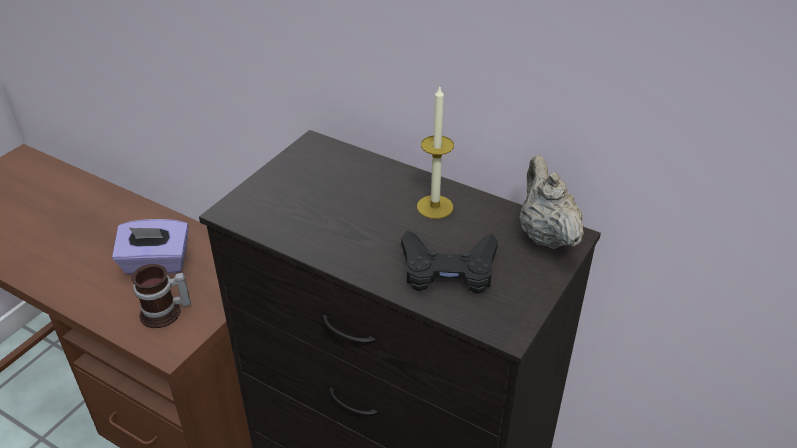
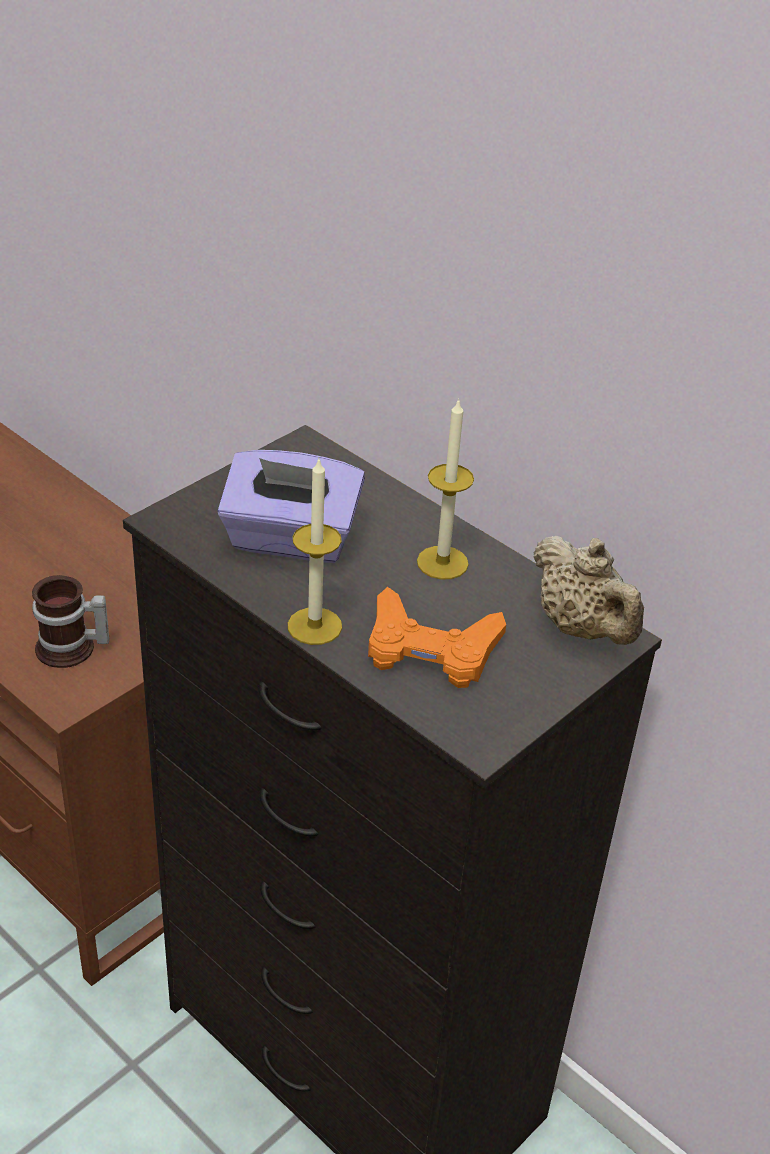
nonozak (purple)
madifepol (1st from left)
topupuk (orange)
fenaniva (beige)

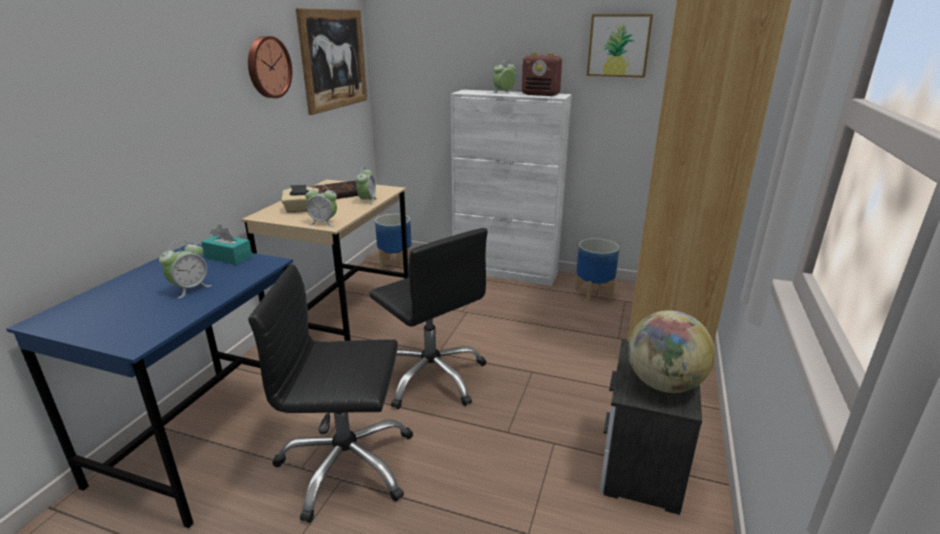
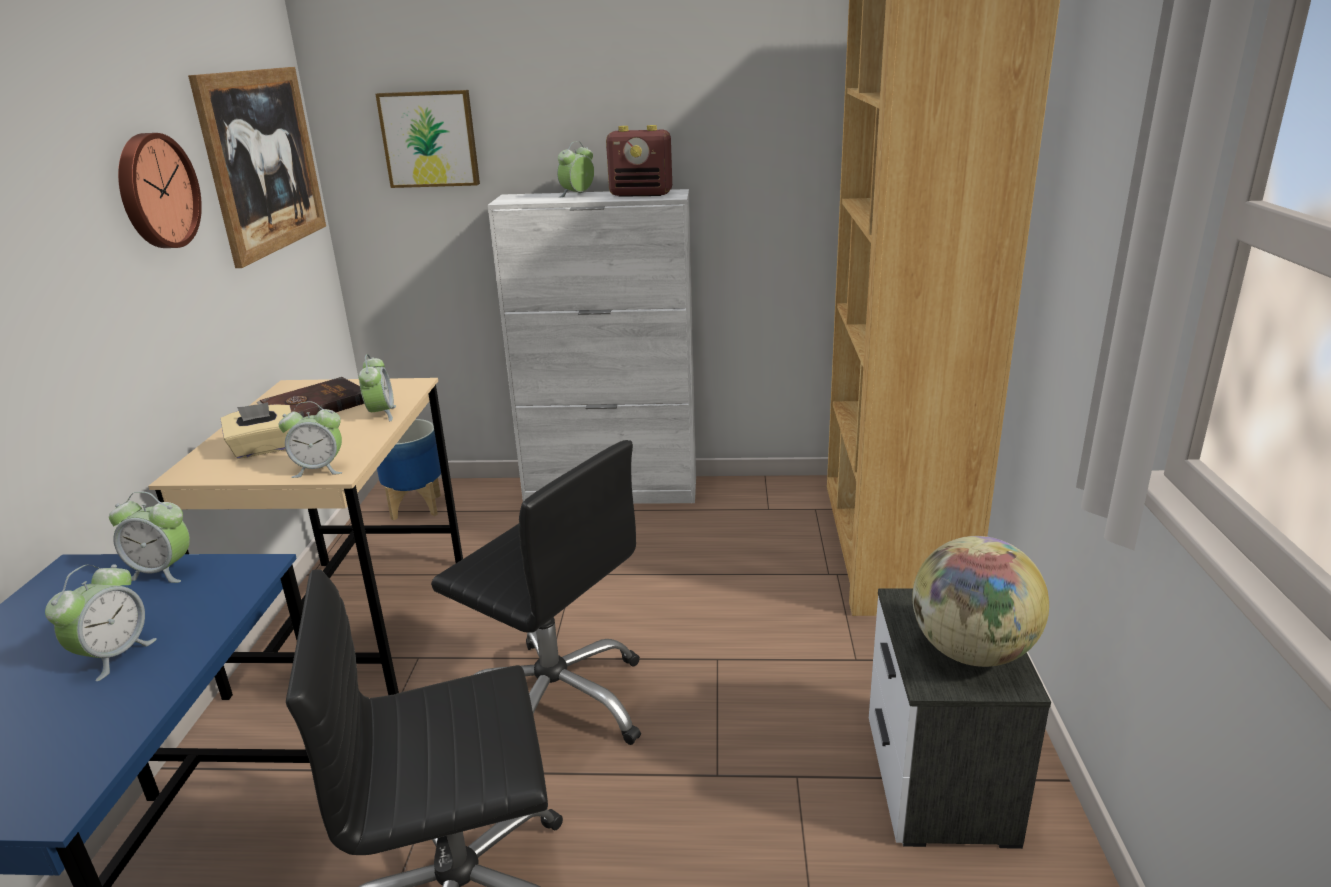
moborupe (2nd from left)
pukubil (2nd from left)
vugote (2nd from left in the first image)

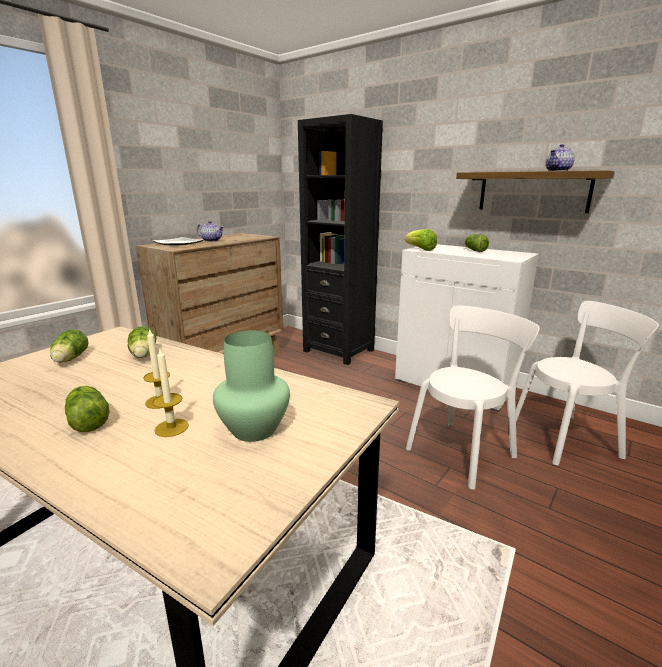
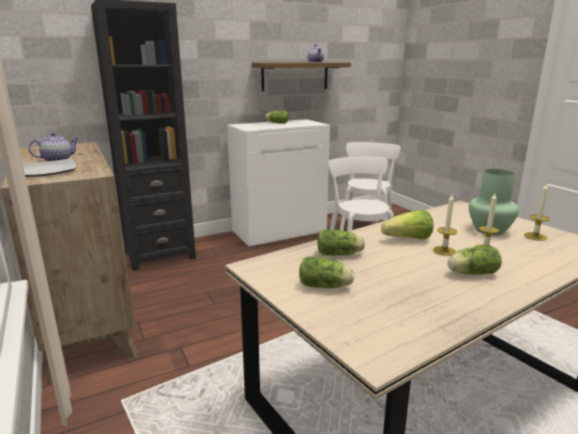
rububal (4th from left)
madifepol (3rd from left)

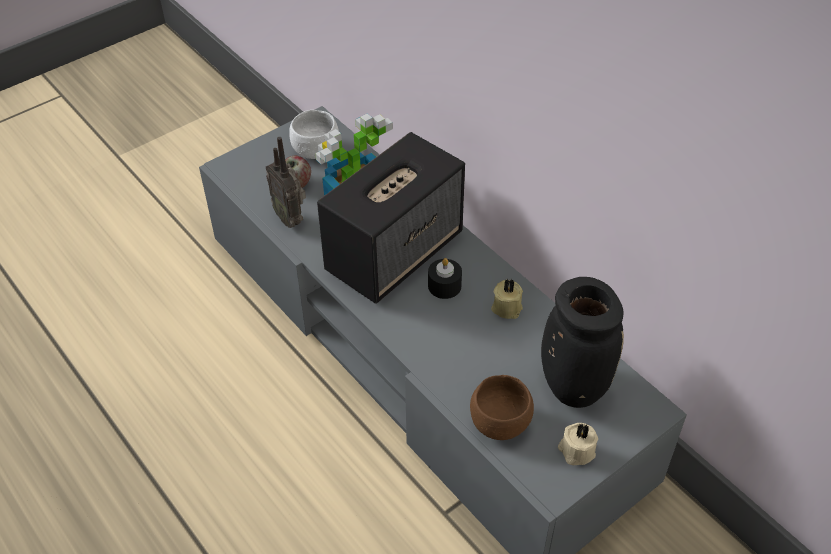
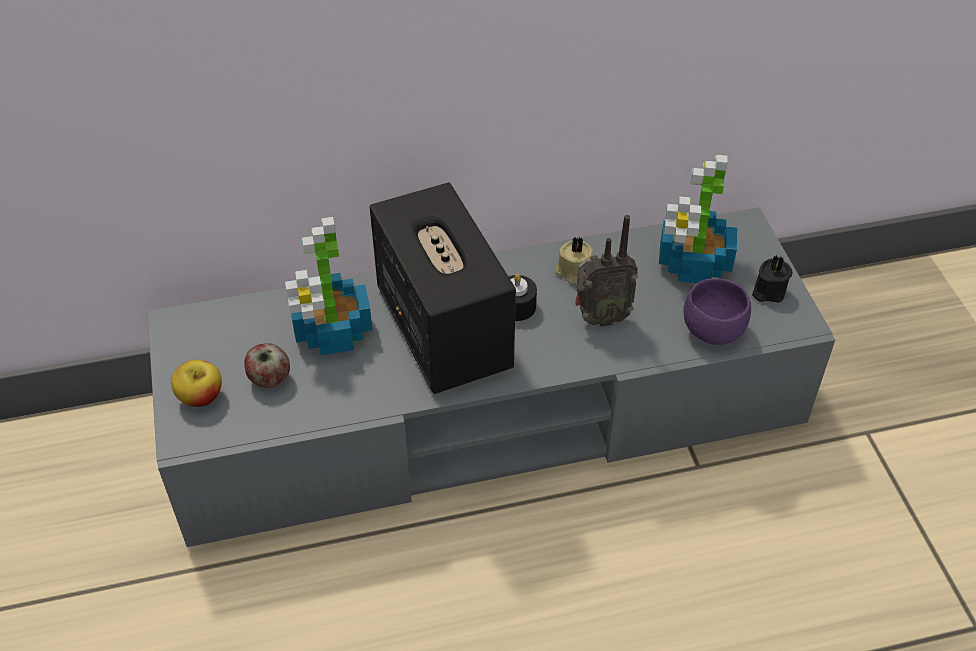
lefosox (1st from left)
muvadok
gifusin (2nd from left)
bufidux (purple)
madifepol (black) (2nd from left)
bufidux (white)

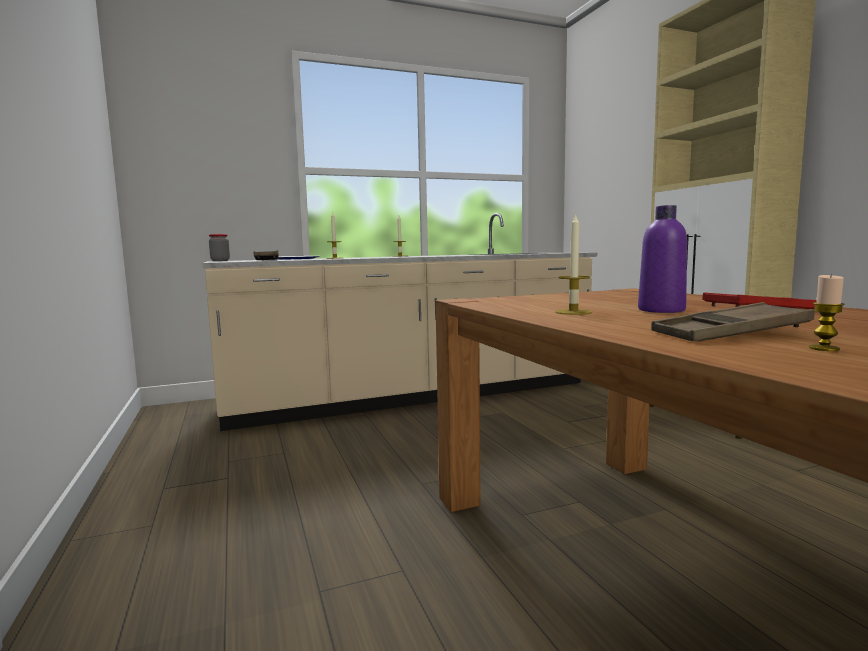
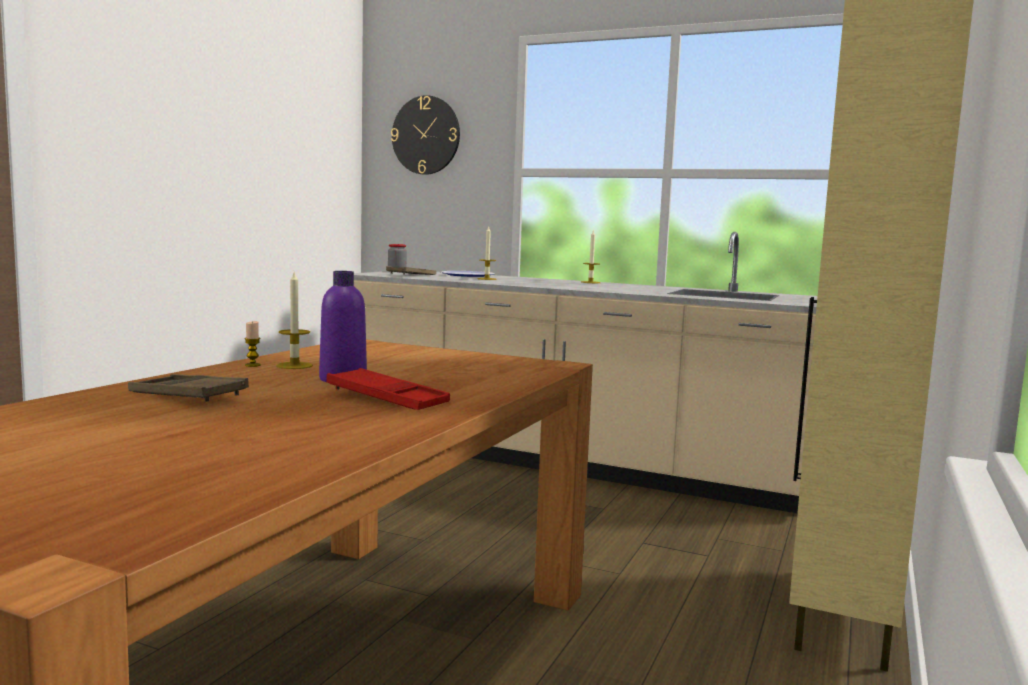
madifepol (1st from left)
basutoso

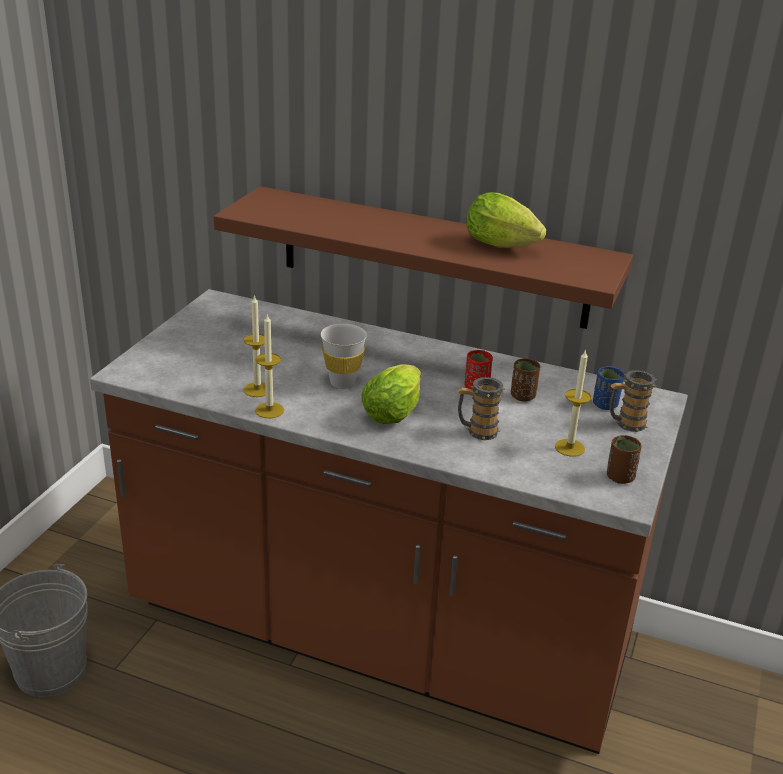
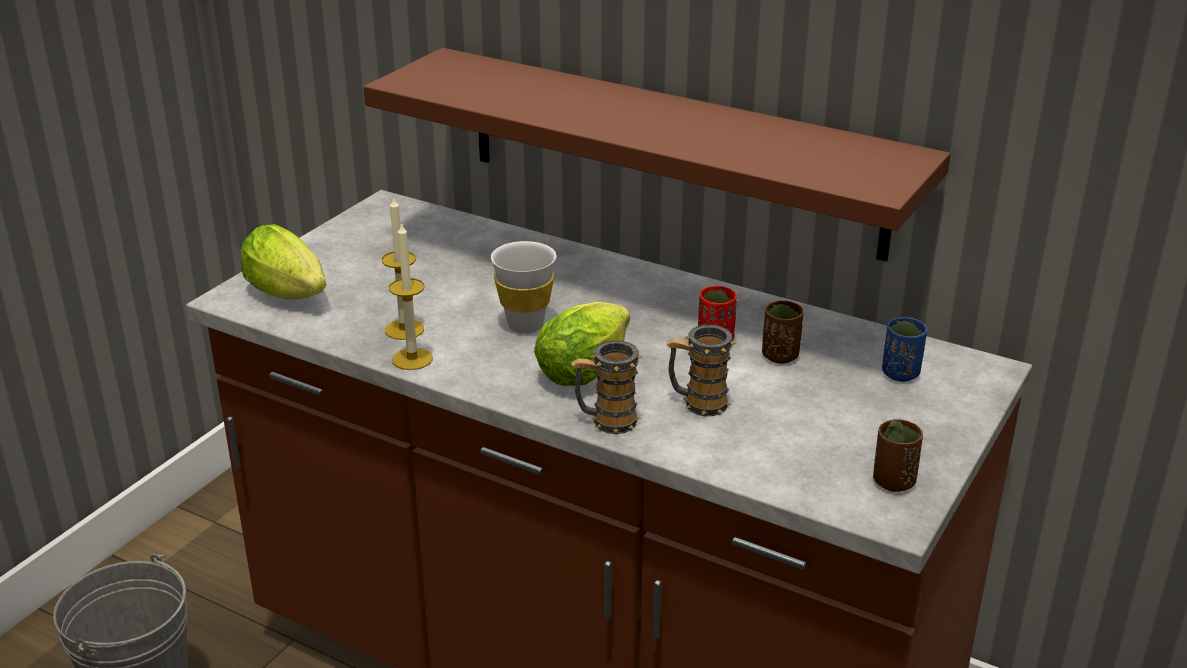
rububal (1st from left)
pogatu (1st from left)
madifepol (3rd from left in the first image)

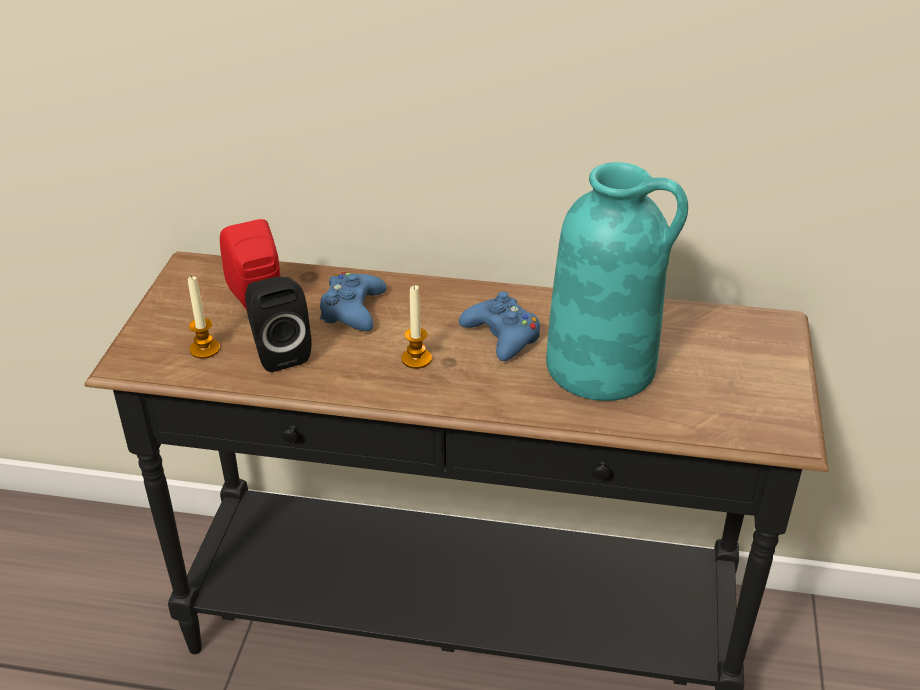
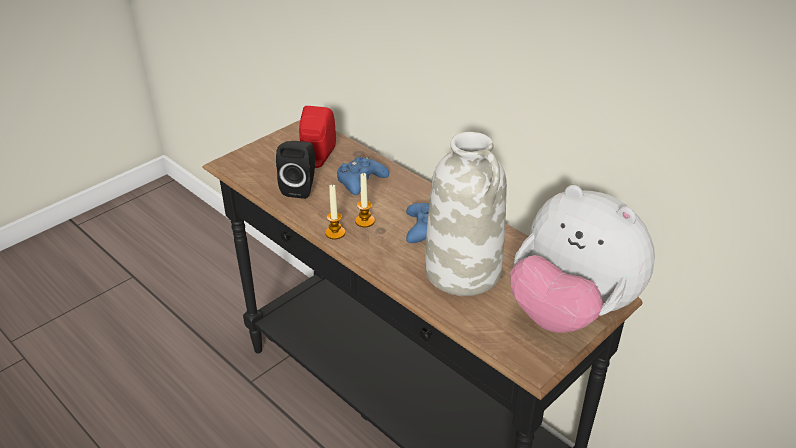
madifepol (1st from left)
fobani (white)
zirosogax

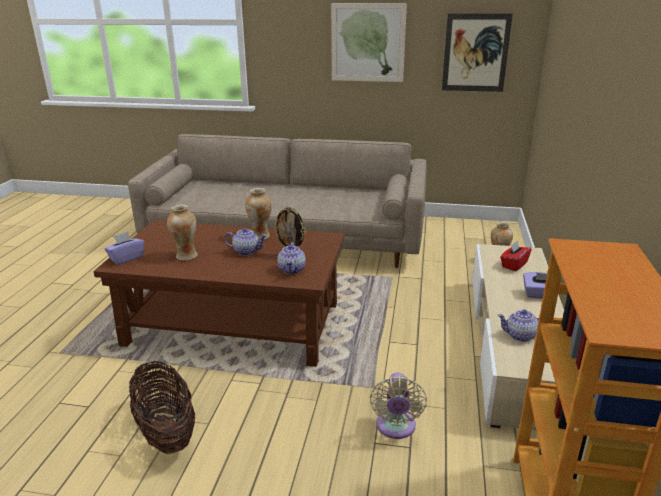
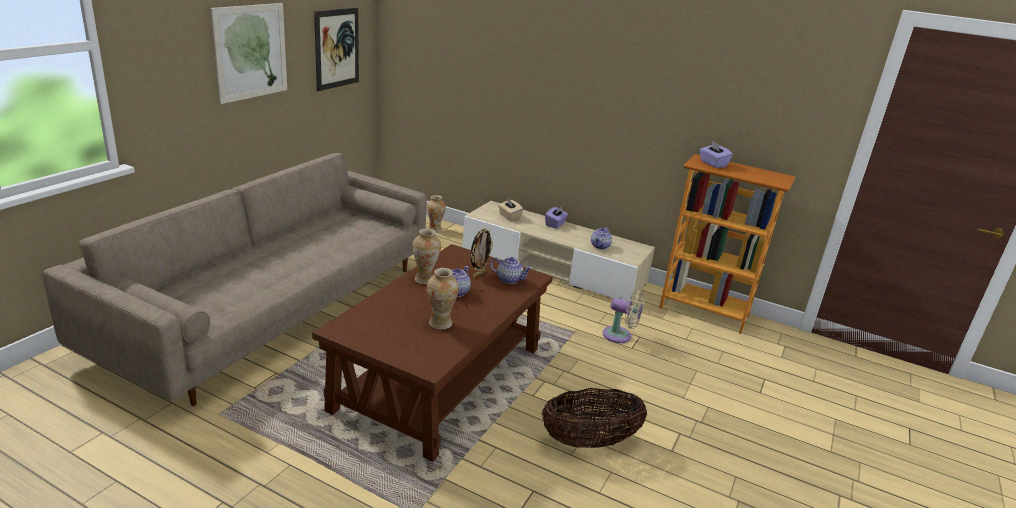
nonozak (beige)
nonozak (purple) (2nd from left)

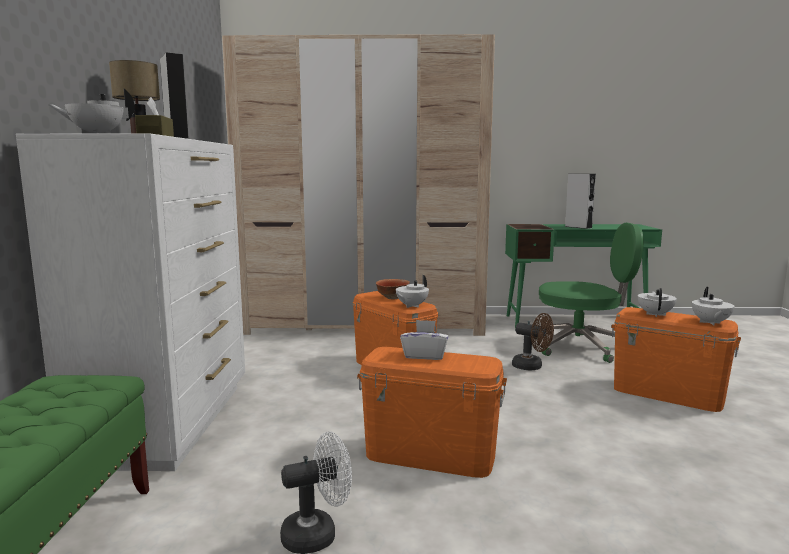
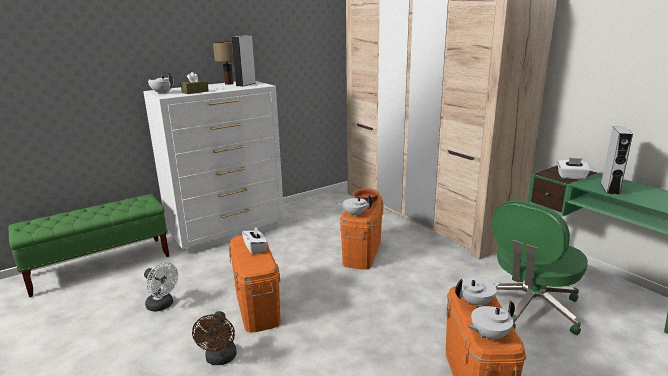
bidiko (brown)
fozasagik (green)
nonozak (white) (2nd from left)

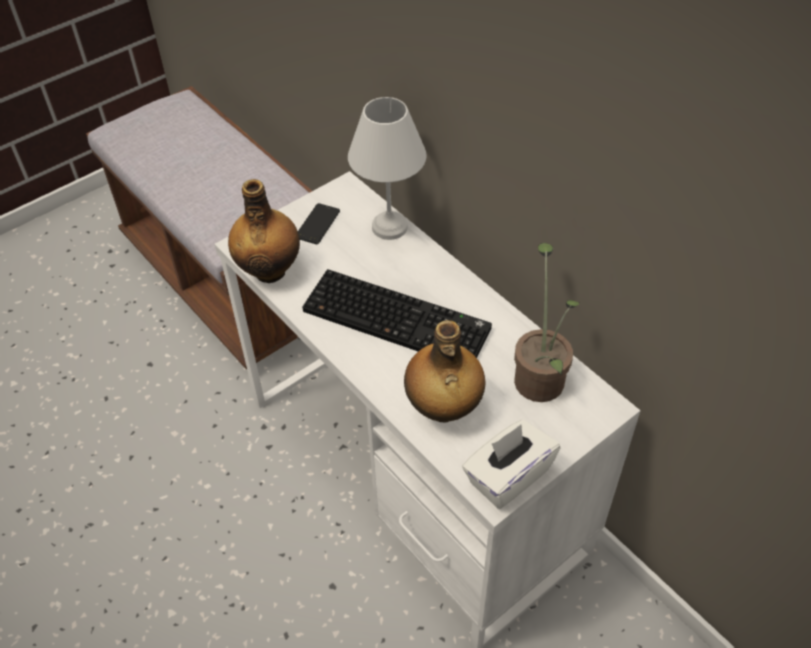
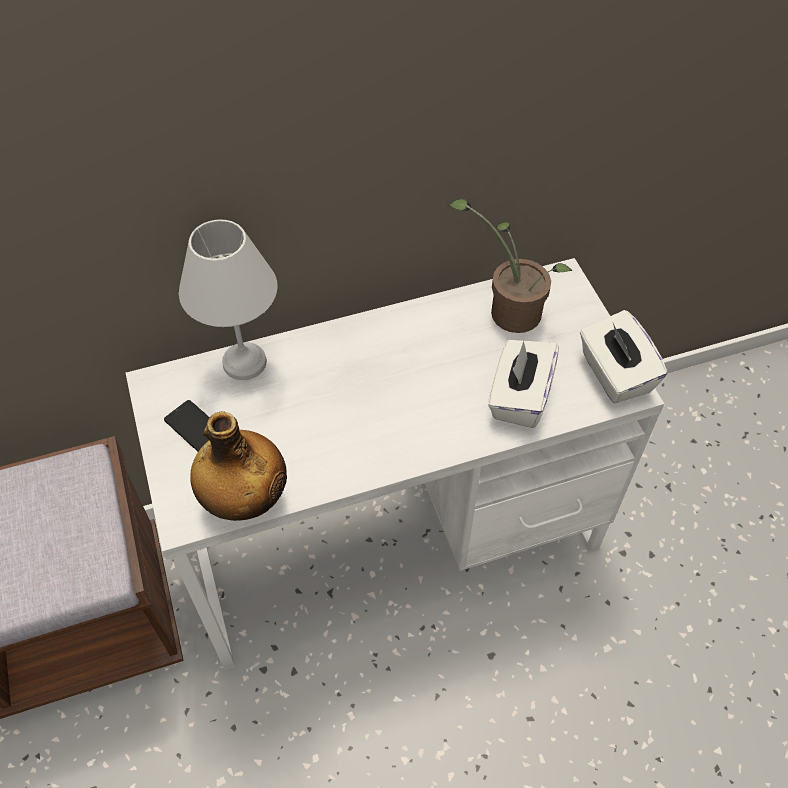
nonozak (white) (1st from left)
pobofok

